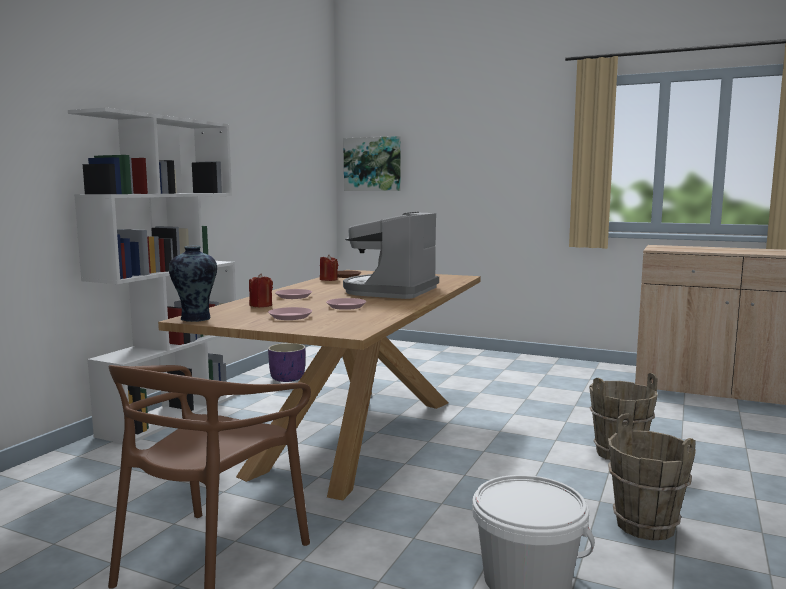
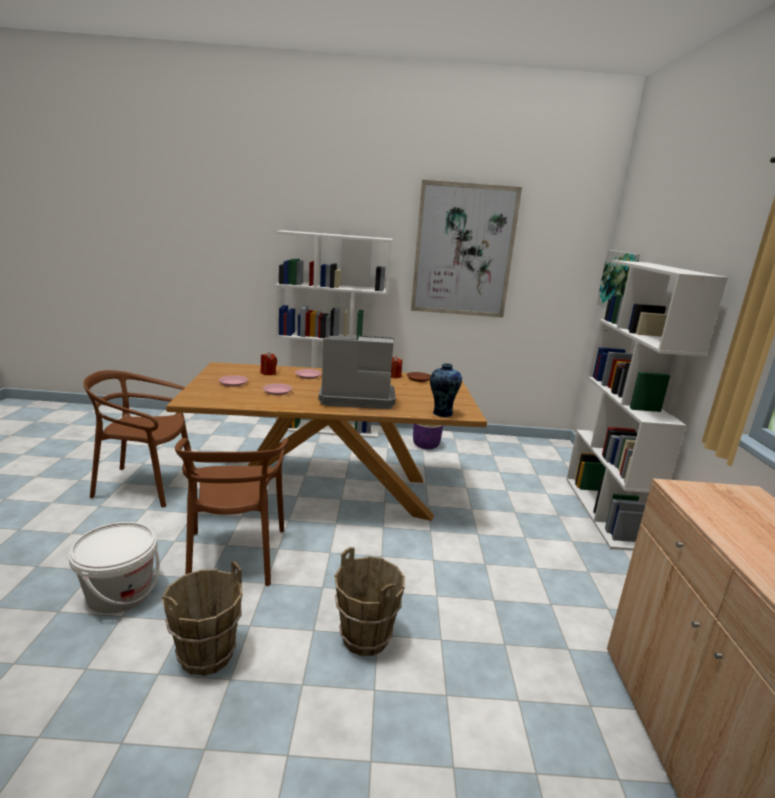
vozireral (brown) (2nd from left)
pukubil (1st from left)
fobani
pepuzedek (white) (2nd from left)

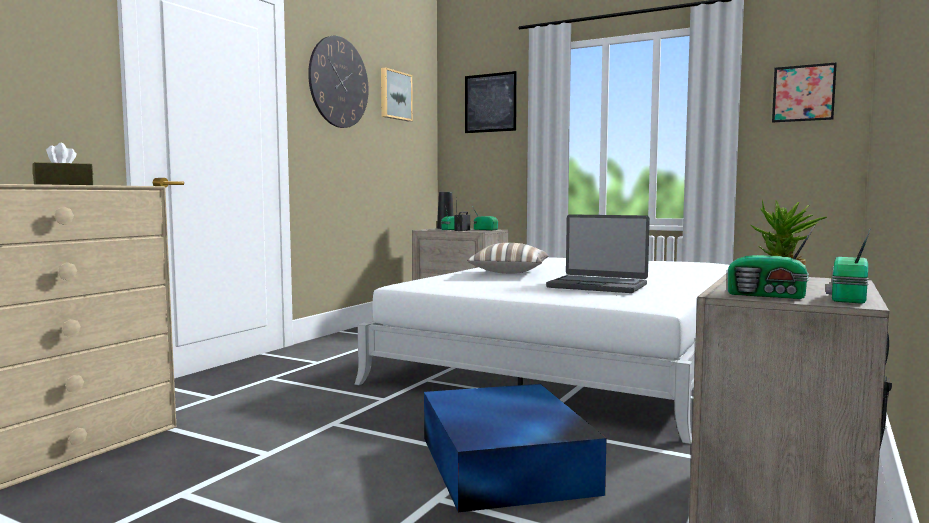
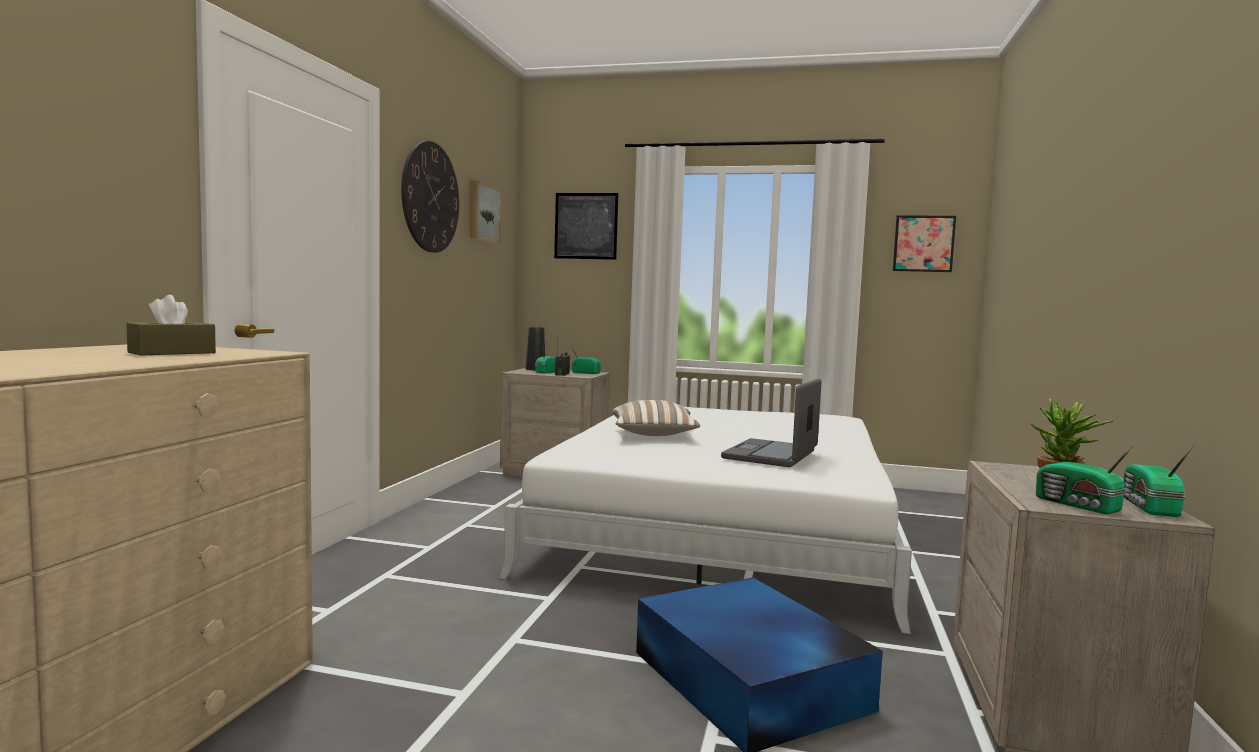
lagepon
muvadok (4th from left)

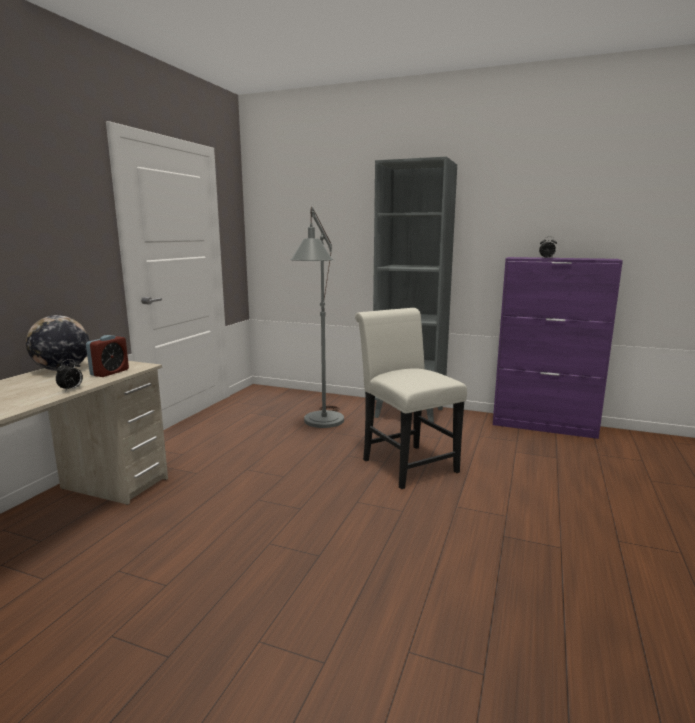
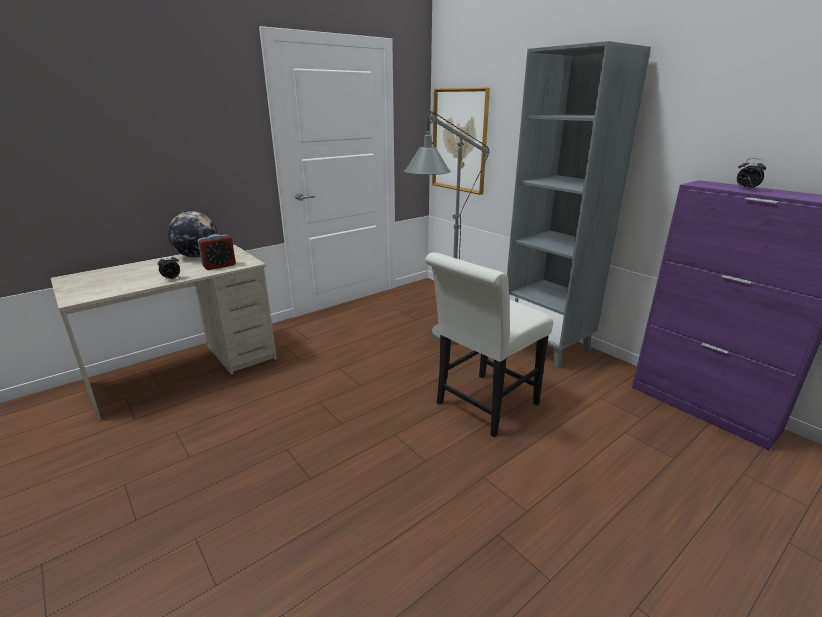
vozireral (white)
pukubil

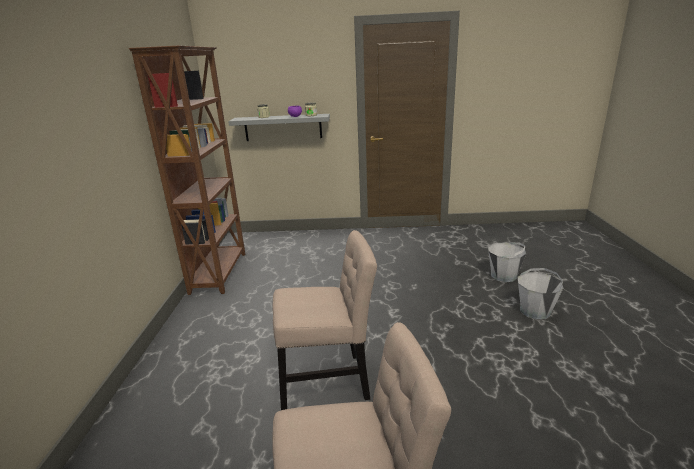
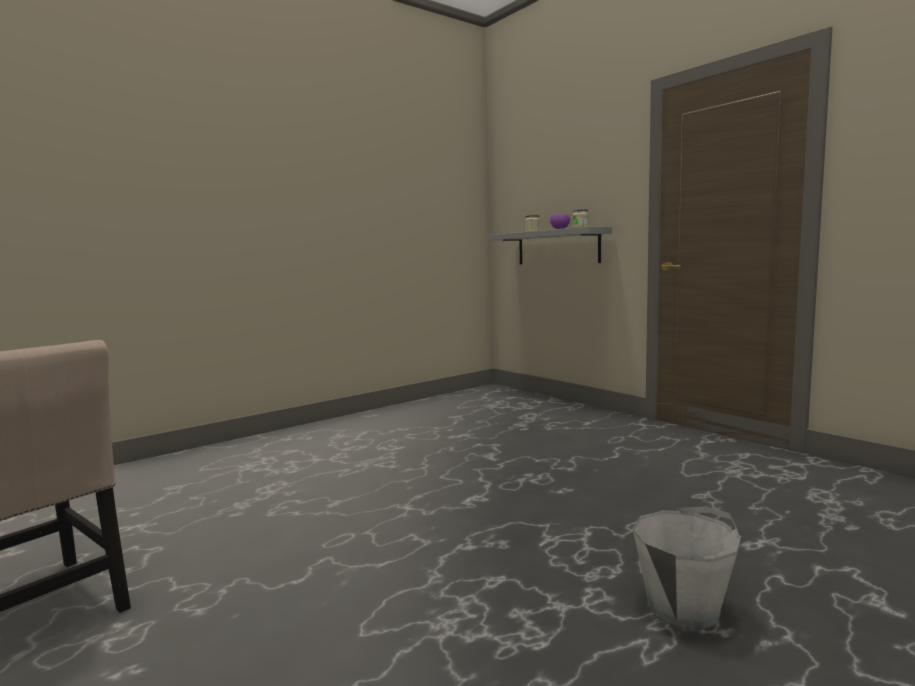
pepuzedek (brown)
vozireral (beige) (1st from left in the first image)
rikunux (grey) (1st from left in the first image)

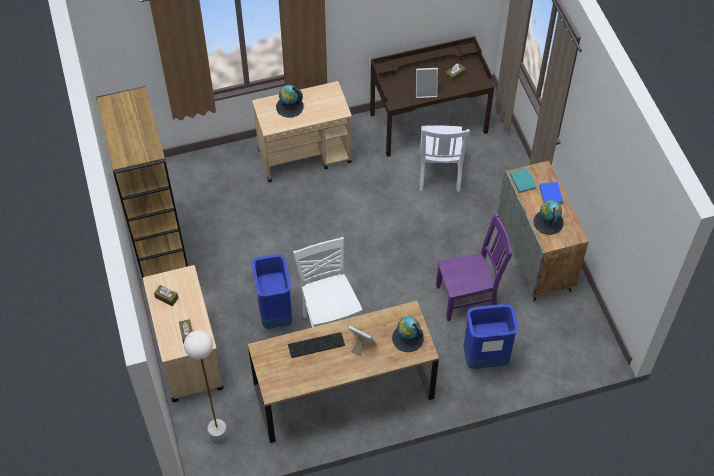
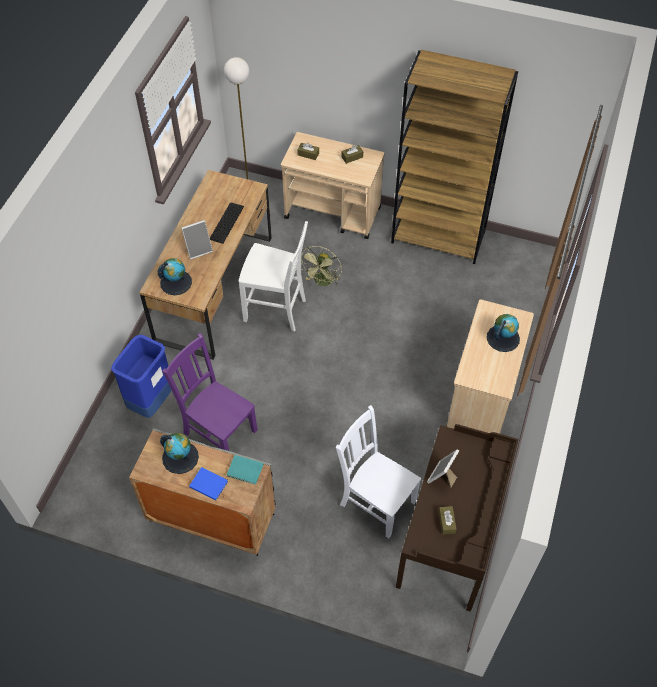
vozireral (purple)
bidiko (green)

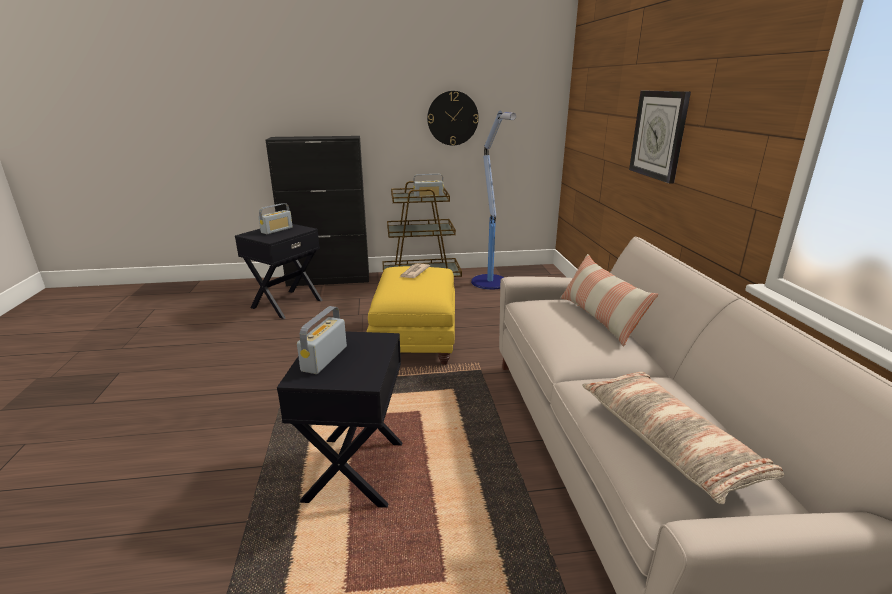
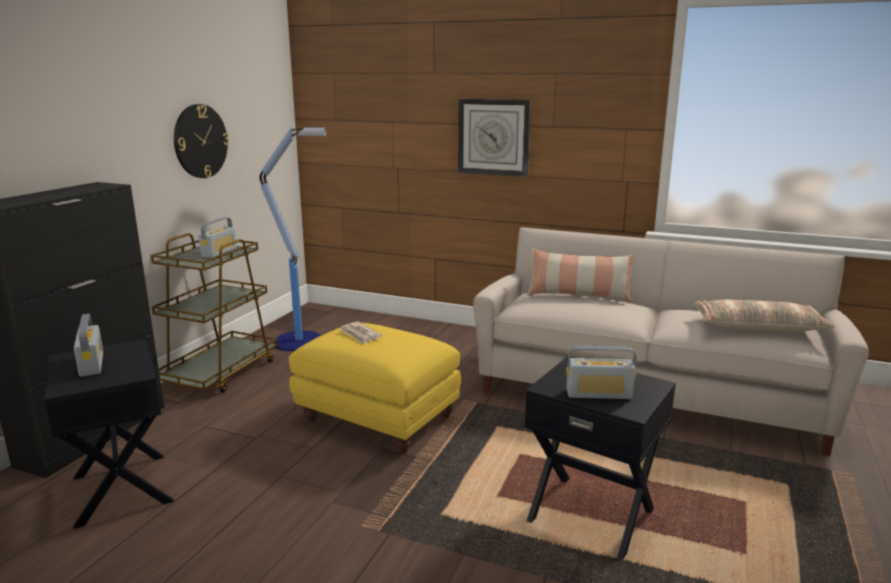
muvadok (3rd from left)

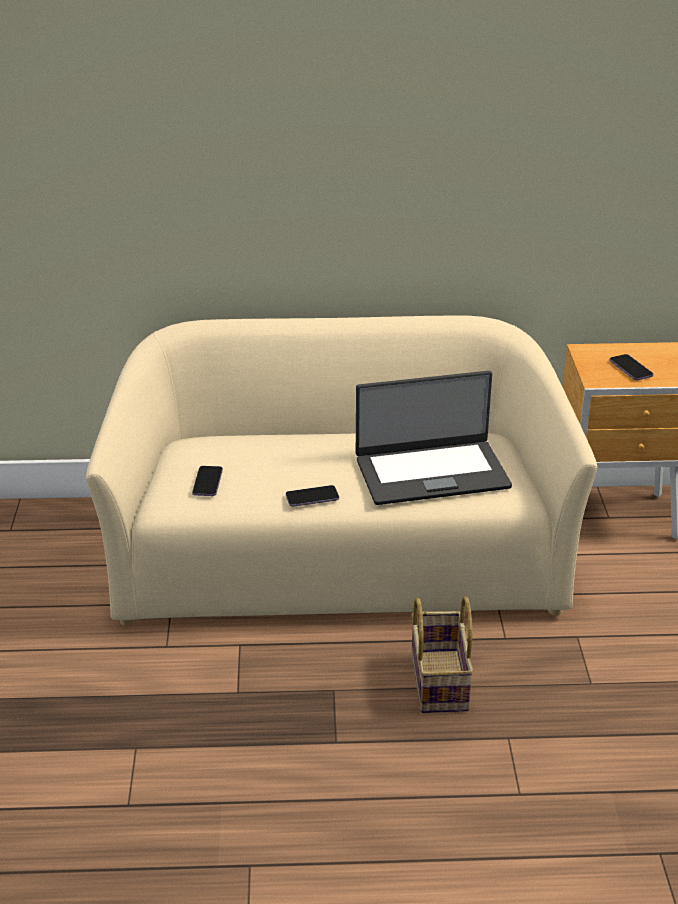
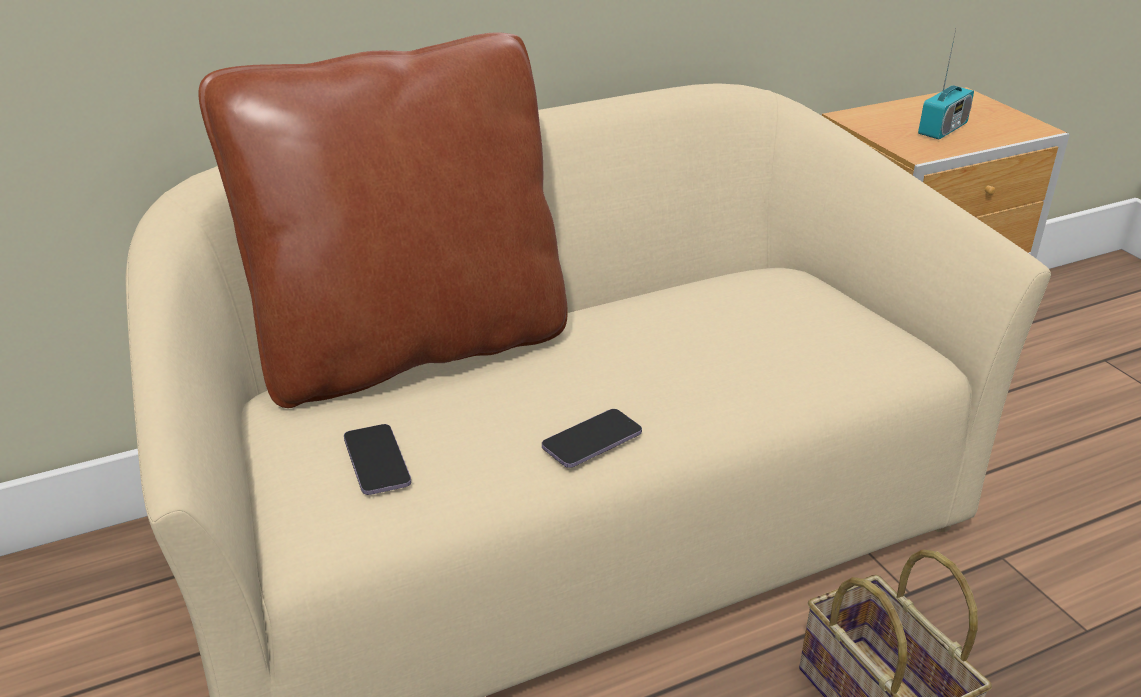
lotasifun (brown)
muvadok
lagepon

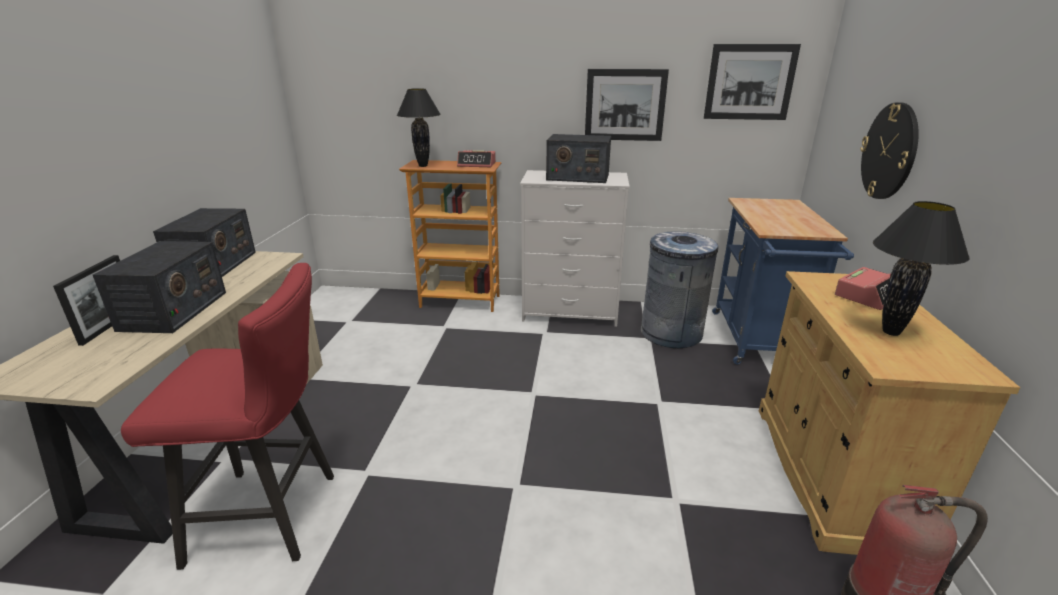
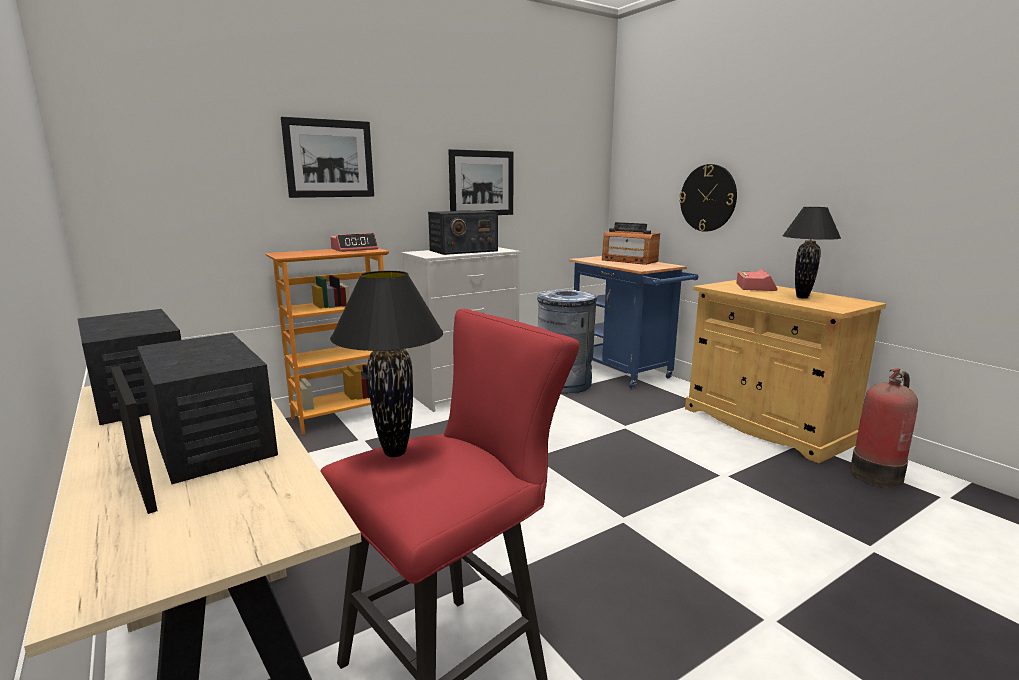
pukubil (1st from left)
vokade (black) (1st from left)
muvadok (4th from left)

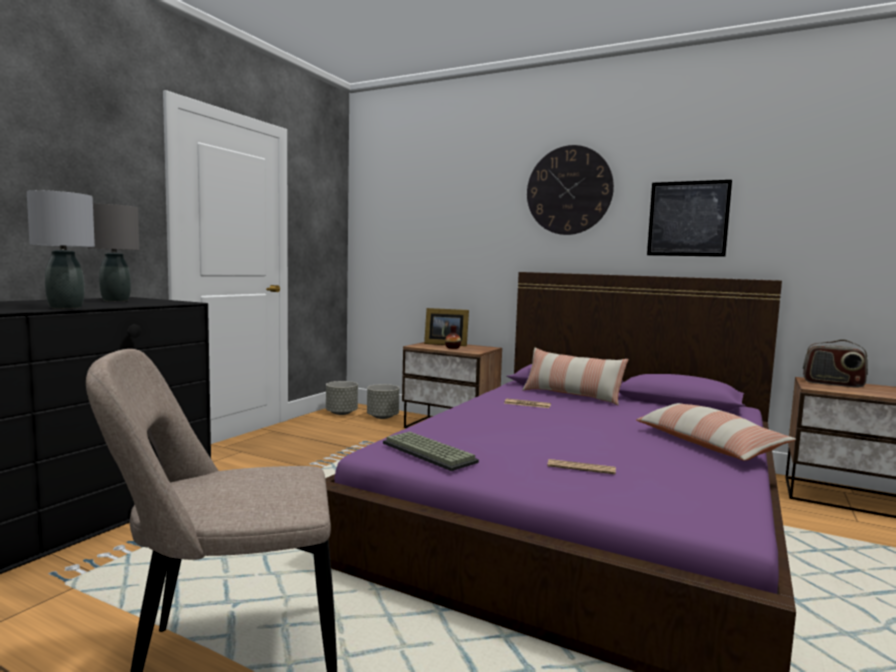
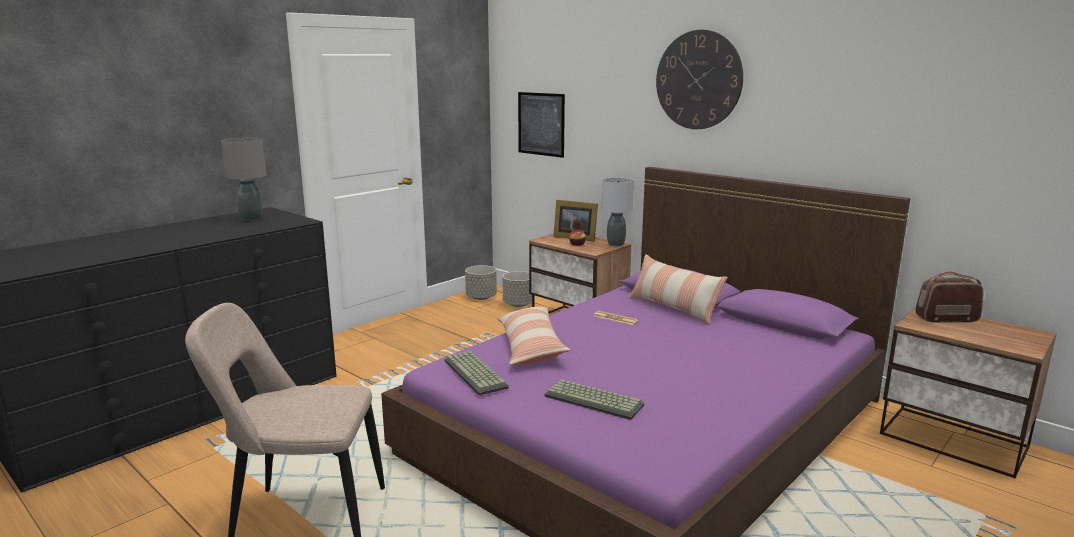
lotasifun (1st from left)
pukubil
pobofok (2nd from left)
vokade (grey) (2nd from left)
muvadok

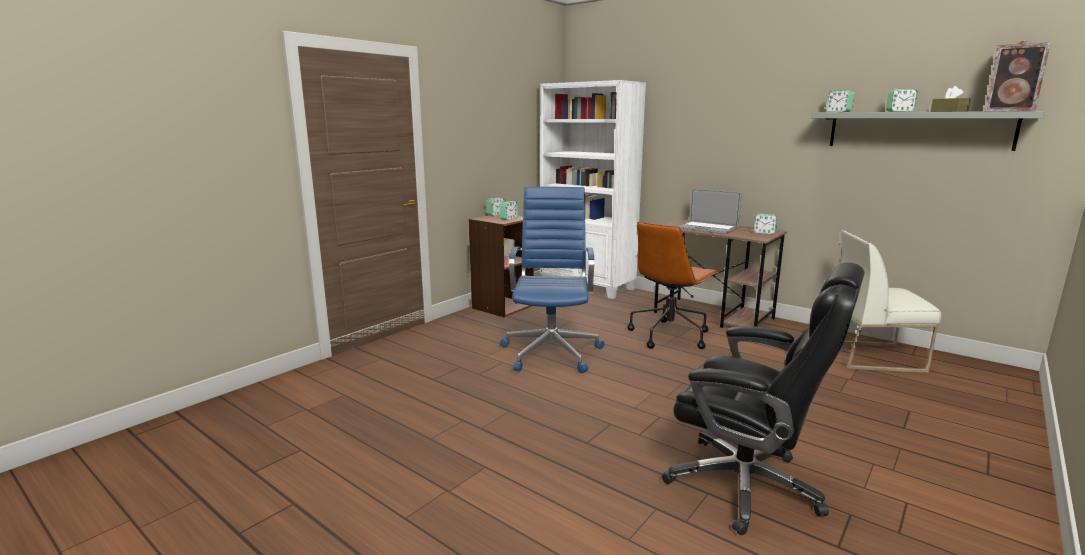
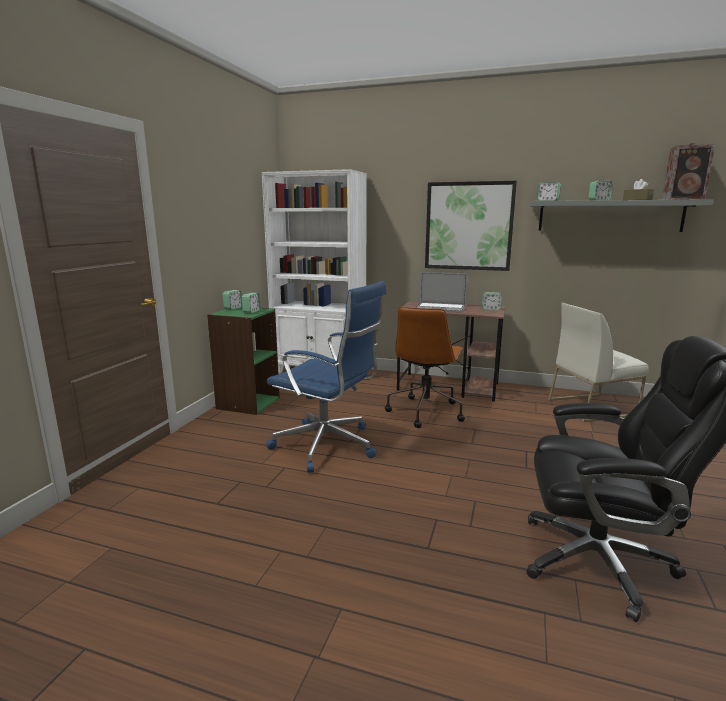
pepuzedek (green)
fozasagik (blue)
pukubil

